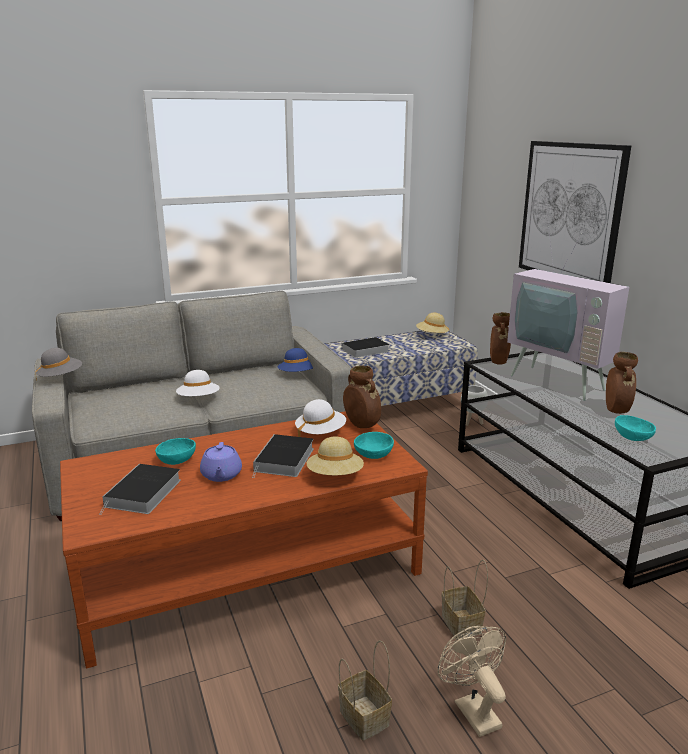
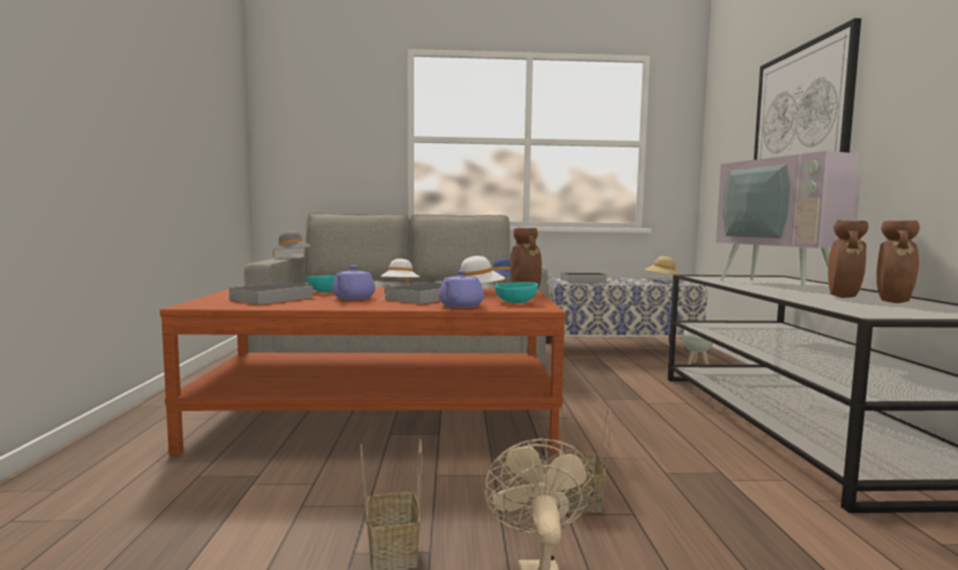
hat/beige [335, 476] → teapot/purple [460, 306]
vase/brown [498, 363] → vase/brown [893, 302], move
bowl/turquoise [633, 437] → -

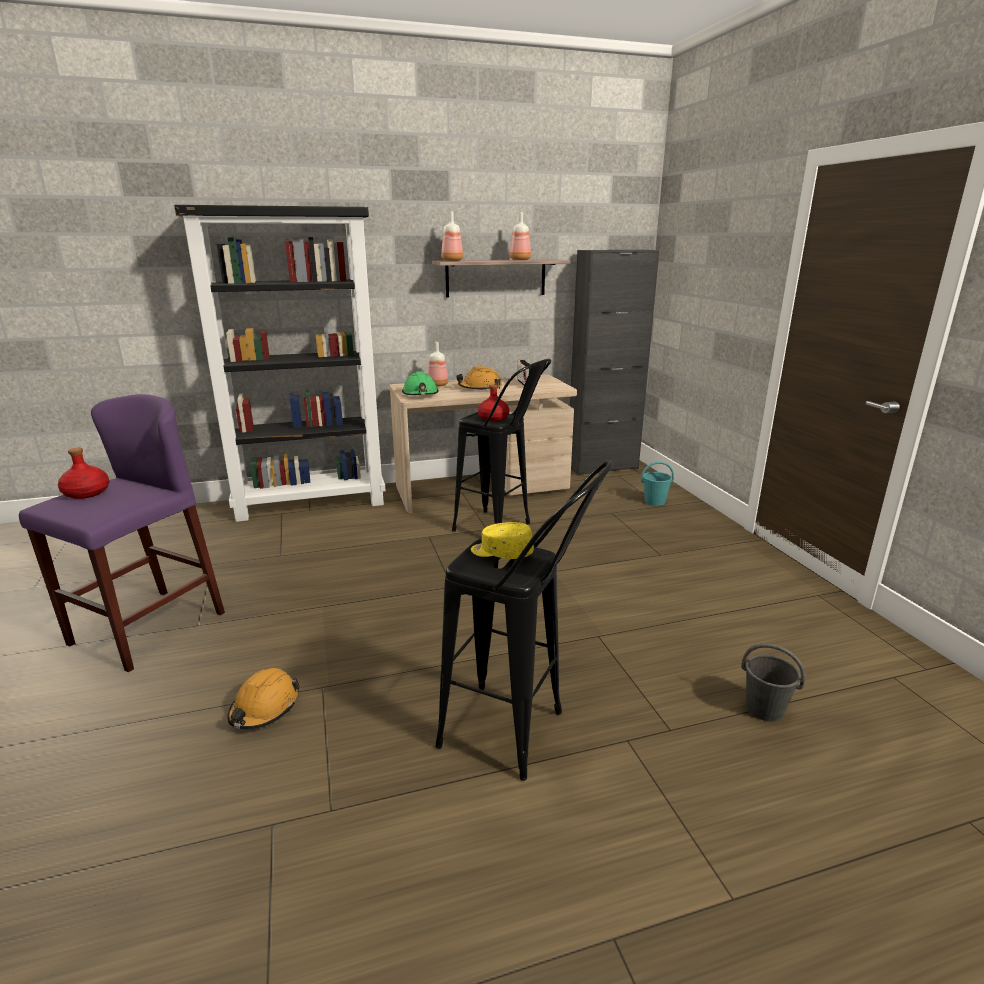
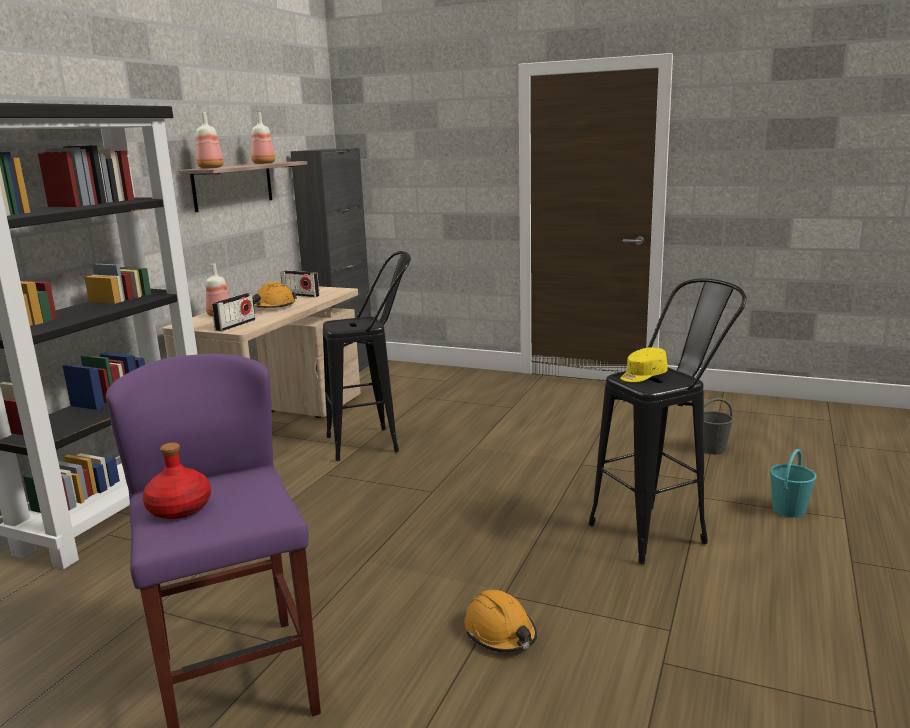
hard hat/green [420, 394] → radio [235, 325]
bottle/red [493, 418] → -
bucket/turquoise [655, 501] → bucket/turquoise [789, 510], move

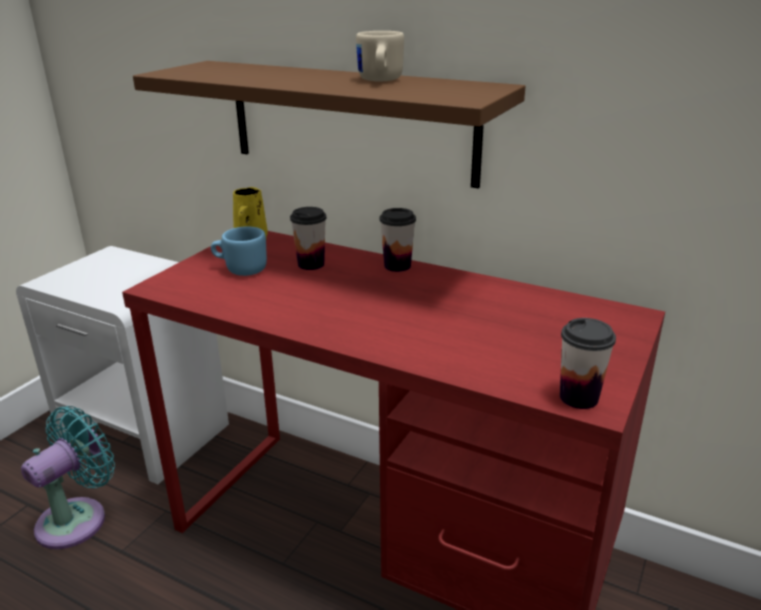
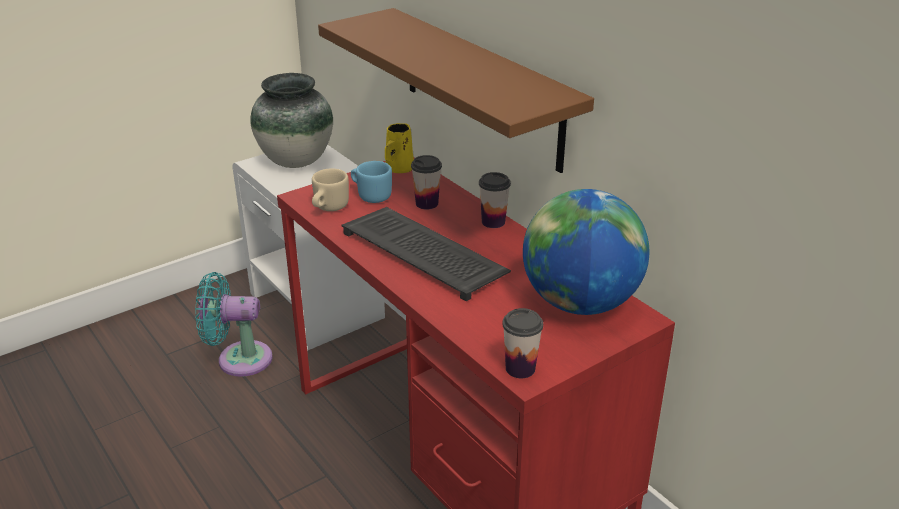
fan/turquoise [78, 518] → fan/turquoise [239, 359], 150 degrees counterclockwise
mug/beige [379, 81] → mug/beige [328, 208], move
- → vase [295, 161]
- → keyboard [426, 253]
- → globe [580, 303]

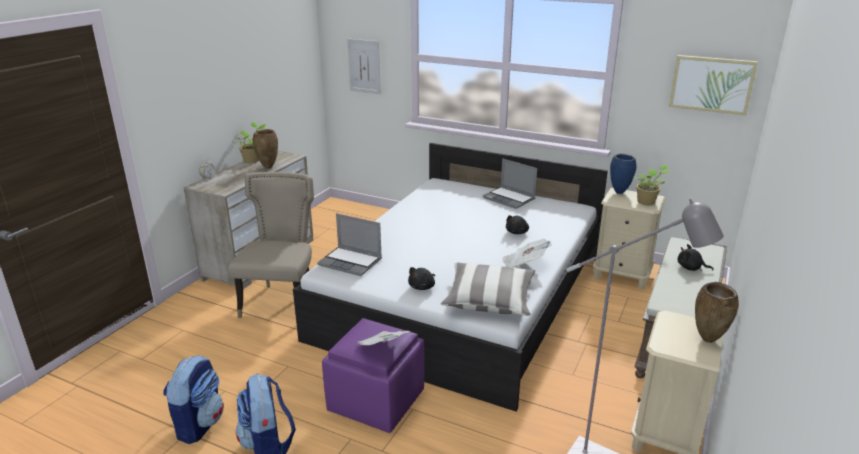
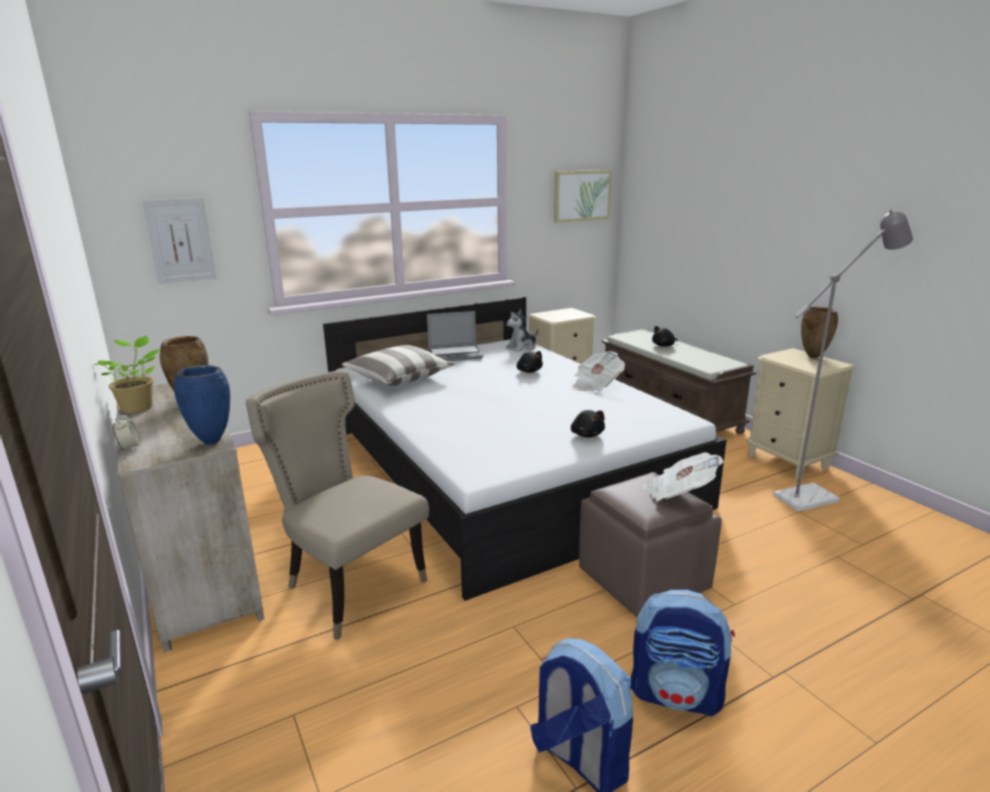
laptop [351, 262] → -
ottoman/purple [377, 400] → ottoman/brown [643, 579]
pillow [489, 300] → pillow [398, 378], move
vase/blue [620, 192] → vase/blue [212, 441], move
potted plant [647, 202] → -
- → plush toy [522, 347]

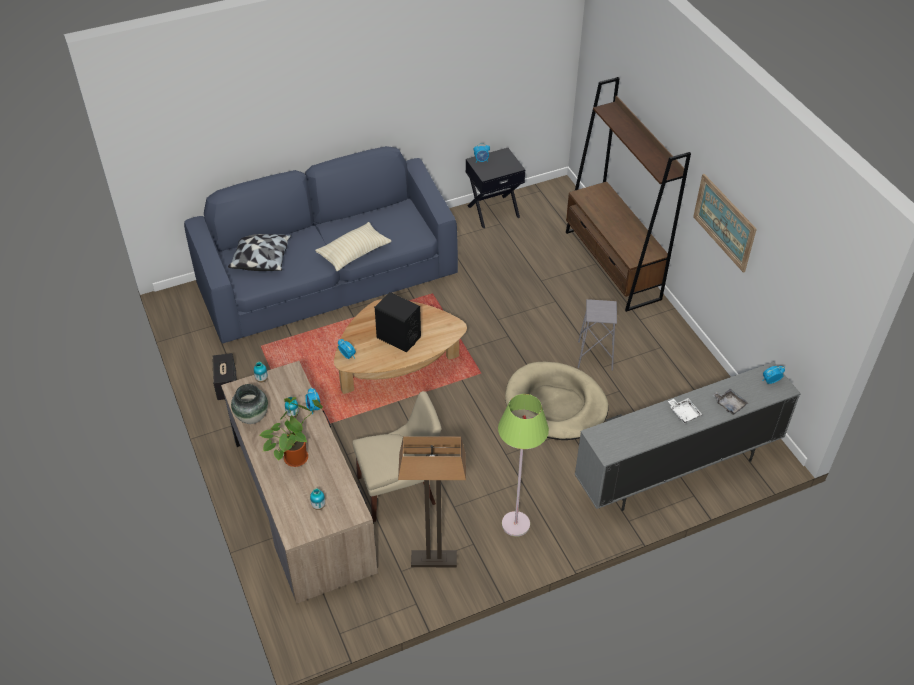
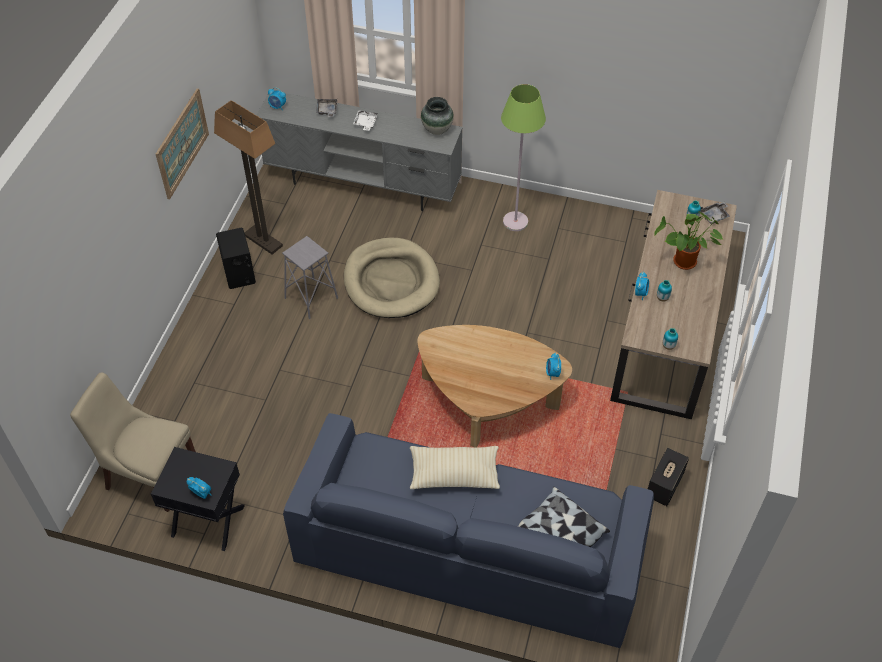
vase [252, 417] → vase [437, 129], move
chair/beige [399, 489] → chair/beige [149, 473], move
speaker/black [398, 337] → speaker/black [239, 273], move
floor lamp [434, 559] → floor lamp [262, 241], move
bookcase/brown [612, 265] → -
- → tray/grey [714, 216]

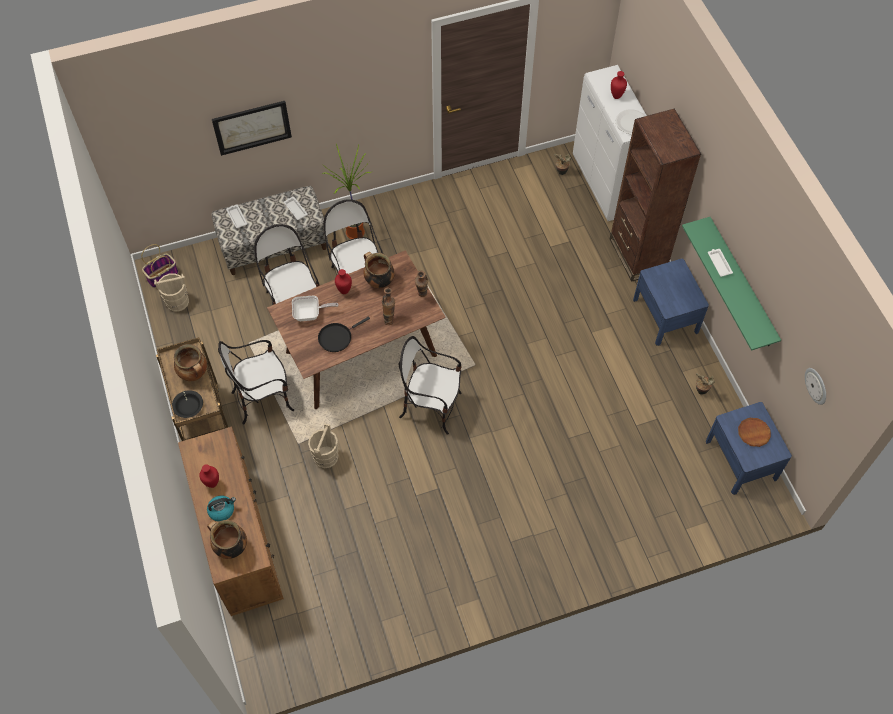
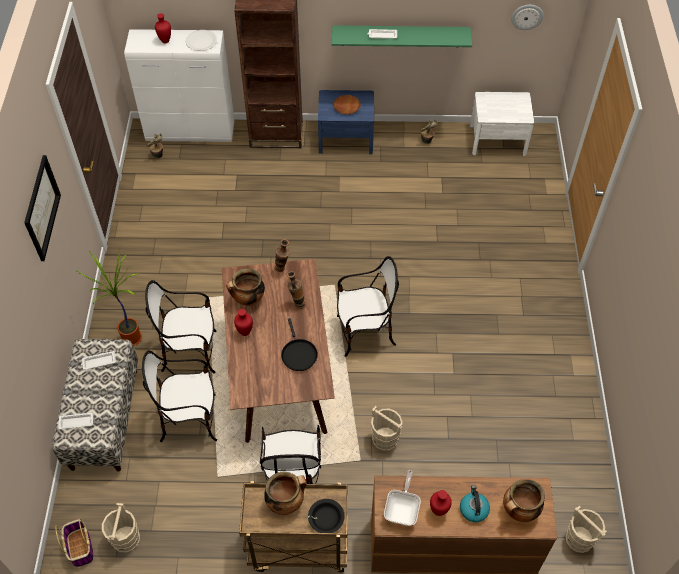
picture [252, 127] → picture [41, 208], move
frying pan [310, 314] → frying pan [402, 509], move
chair [431, 407] → chair [365, 333], 135 degrees counterclockwise
nightstand/blue [741, 460] → nightstand/white [497, 140]
plate/brown [753, 433] → plate/brown [346, 106], move
- → bucket/beige [579, 539]

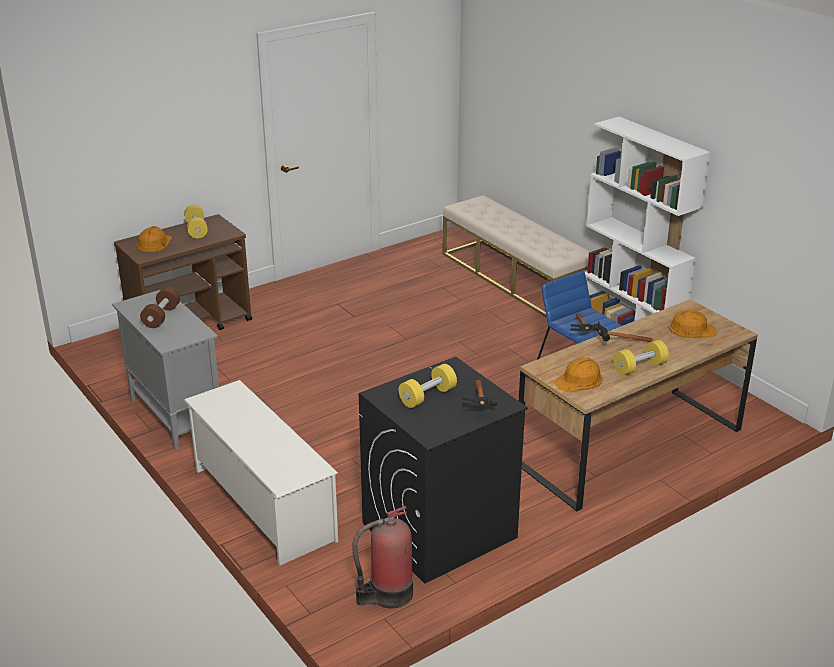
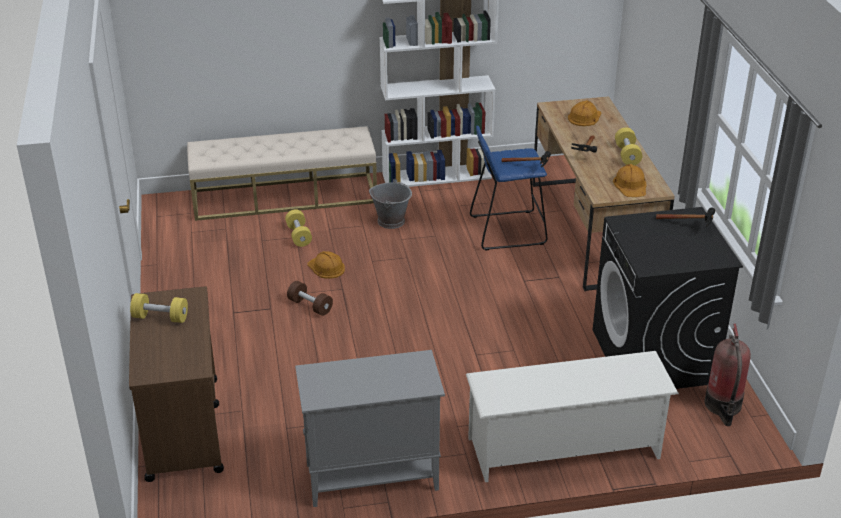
hard hat/orange [154, 243] → hard hat/orange [326, 267], move
dumbbell/brown [161, 317] → dumbbell/brown [310, 306], move
dumbbell/yellow [427, 396] → dumbbell/yellow [299, 235], move
- → bucket/grey [391, 221]

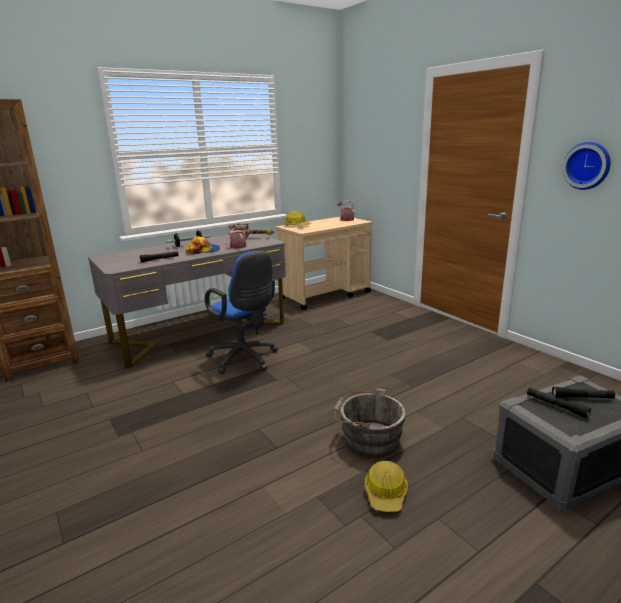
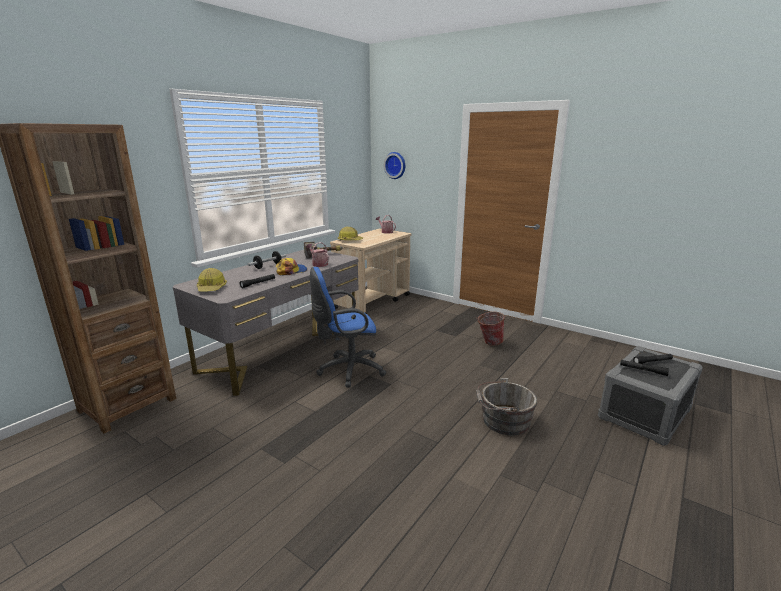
office chair/blue [245, 360] → office chair/blue [347, 370], 135 degrees clockwise
hard hat [386, 494] → hard hat [212, 288], move
wall clock [587, 165] → wall clock [395, 165], move
- → bucket [489, 342]

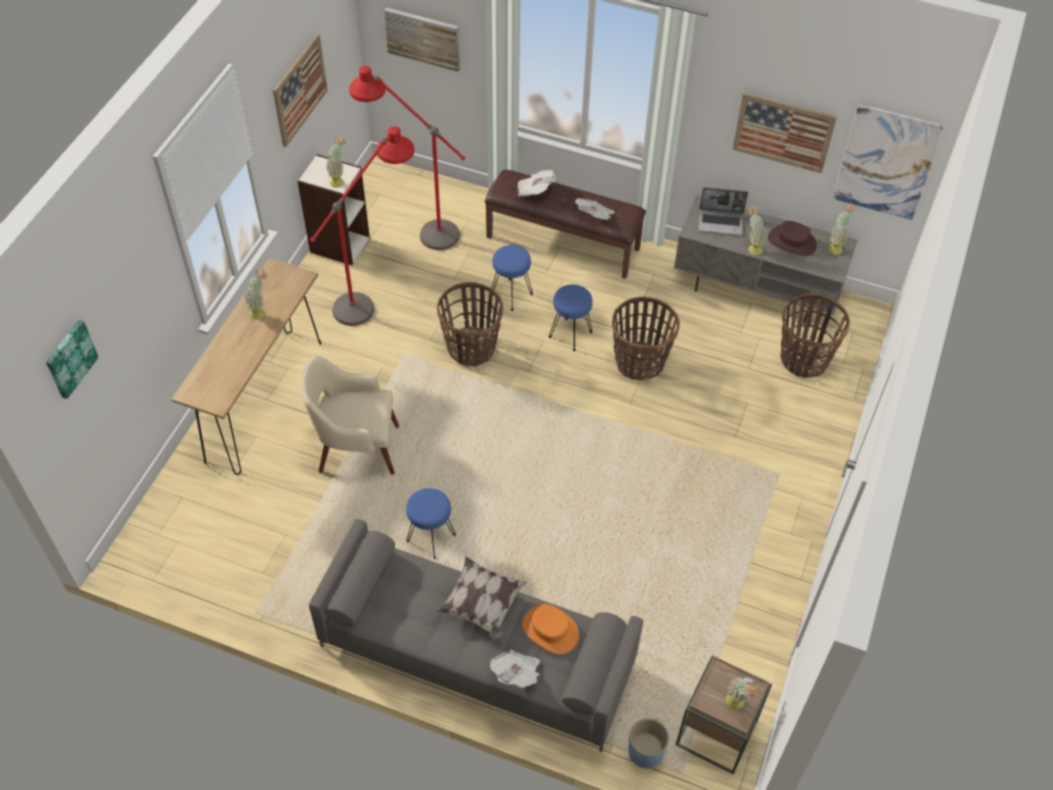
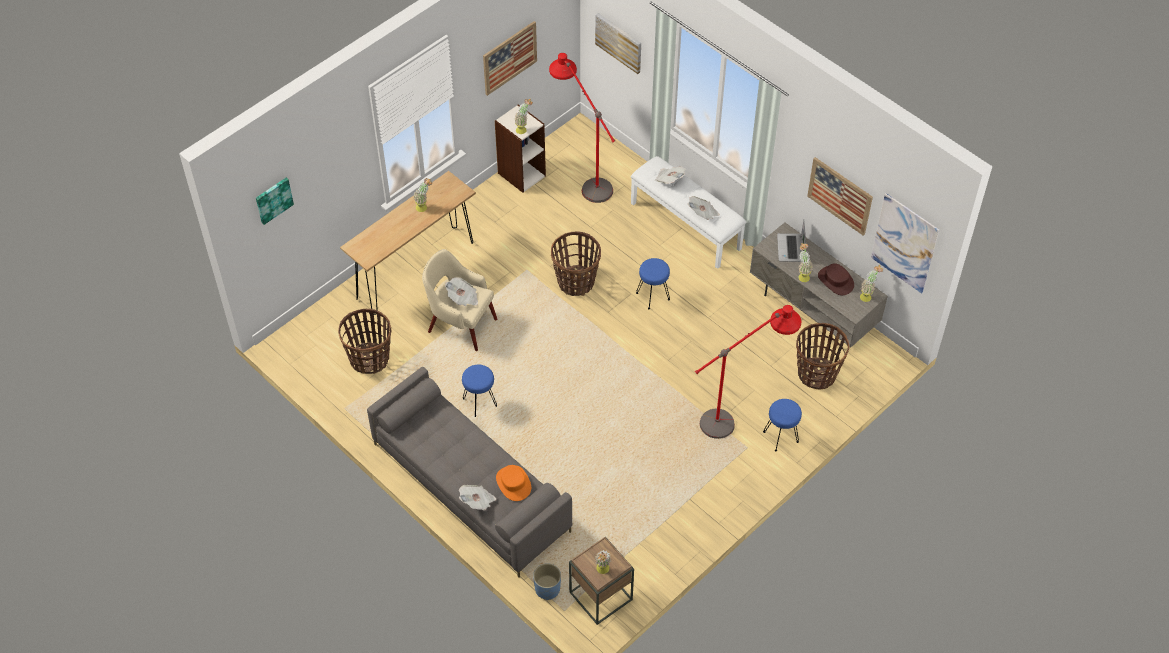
floor lamp/red [375, 293] → floor lamp/red [739, 416], move
pillow [482, 605] → -
bench/brown [563, 242] → bench/white [686, 226]
stool/blue [511, 294] → stool/blue [781, 436], move
basket [640, 362] → basket [369, 359], move
laptop [721, 222] → laptop [791, 249], 60 degrees clockwise
- → newspaper [463, 298]

